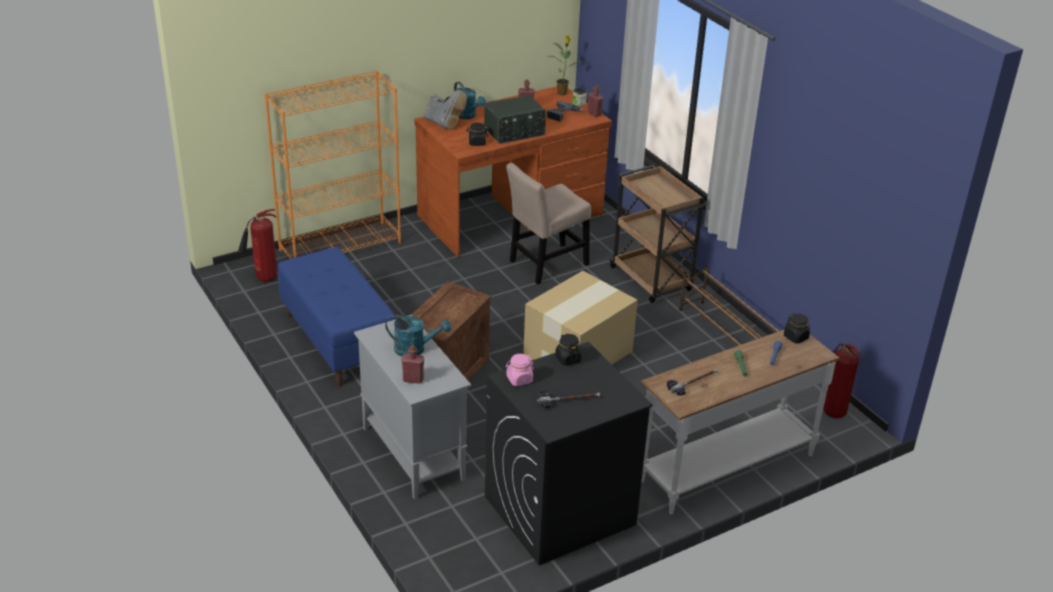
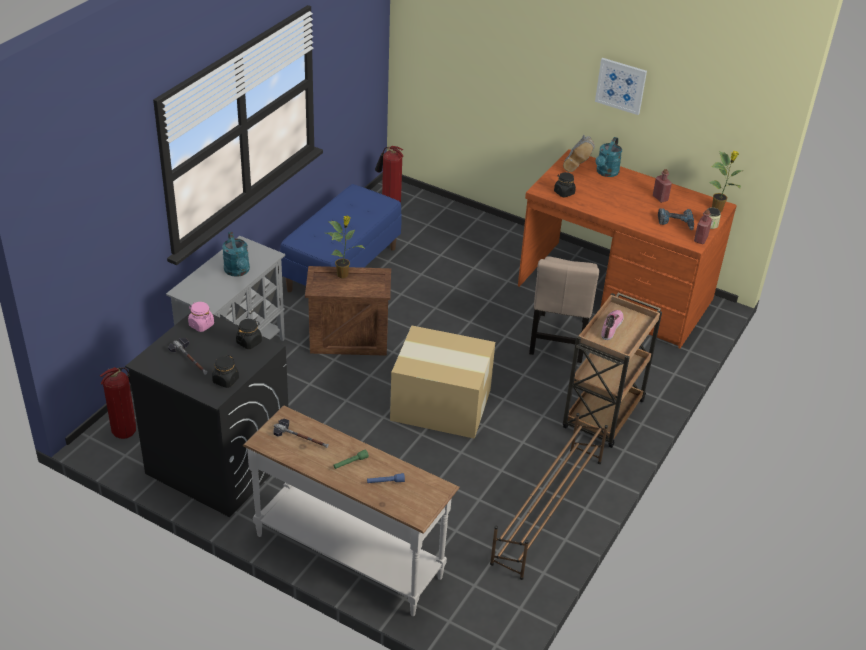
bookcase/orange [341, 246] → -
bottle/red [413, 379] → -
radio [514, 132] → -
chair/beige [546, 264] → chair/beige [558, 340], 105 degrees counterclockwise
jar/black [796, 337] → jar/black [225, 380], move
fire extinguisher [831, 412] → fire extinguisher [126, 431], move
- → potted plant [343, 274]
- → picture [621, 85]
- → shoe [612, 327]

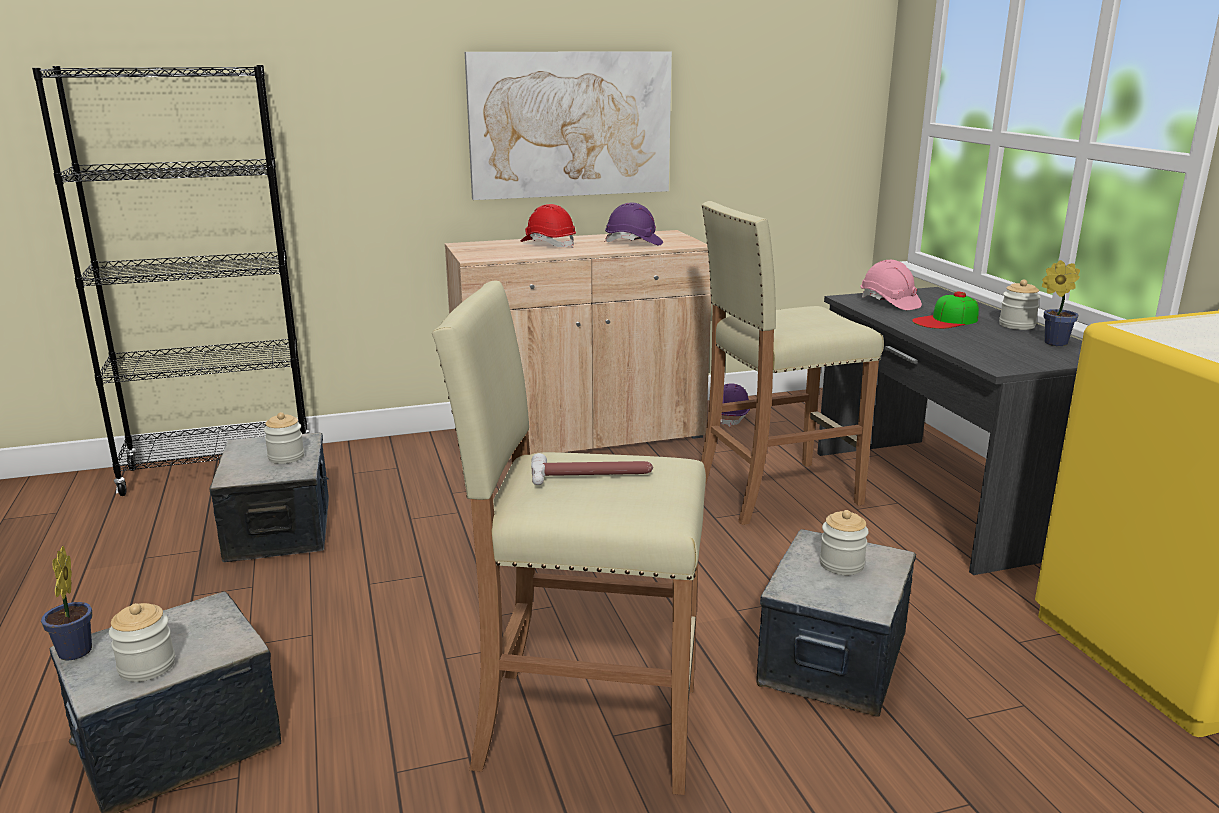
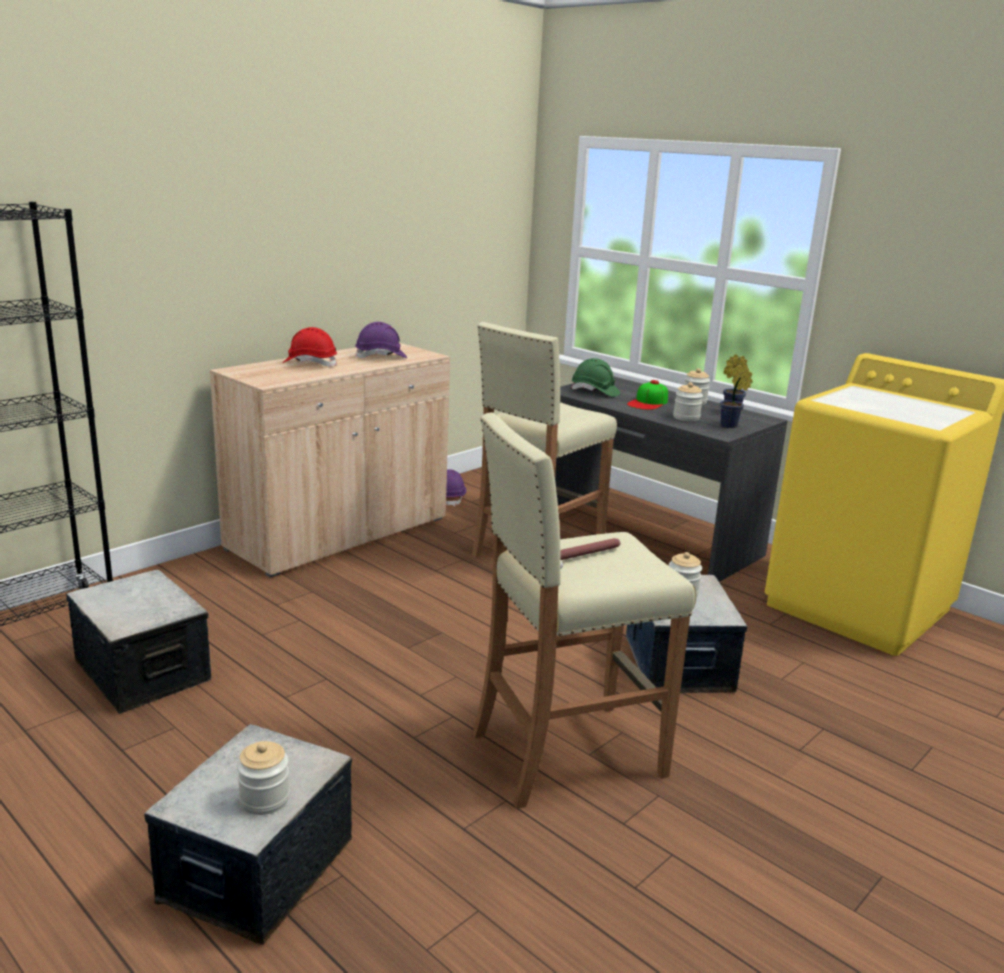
potted plant [74, 654] → potted plant [730, 426], move
jar [286, 457] → jar [686, 418], move
picture [570, 124] → -
hard hat/pink [889, 303] → hard hat/green [594, 392]

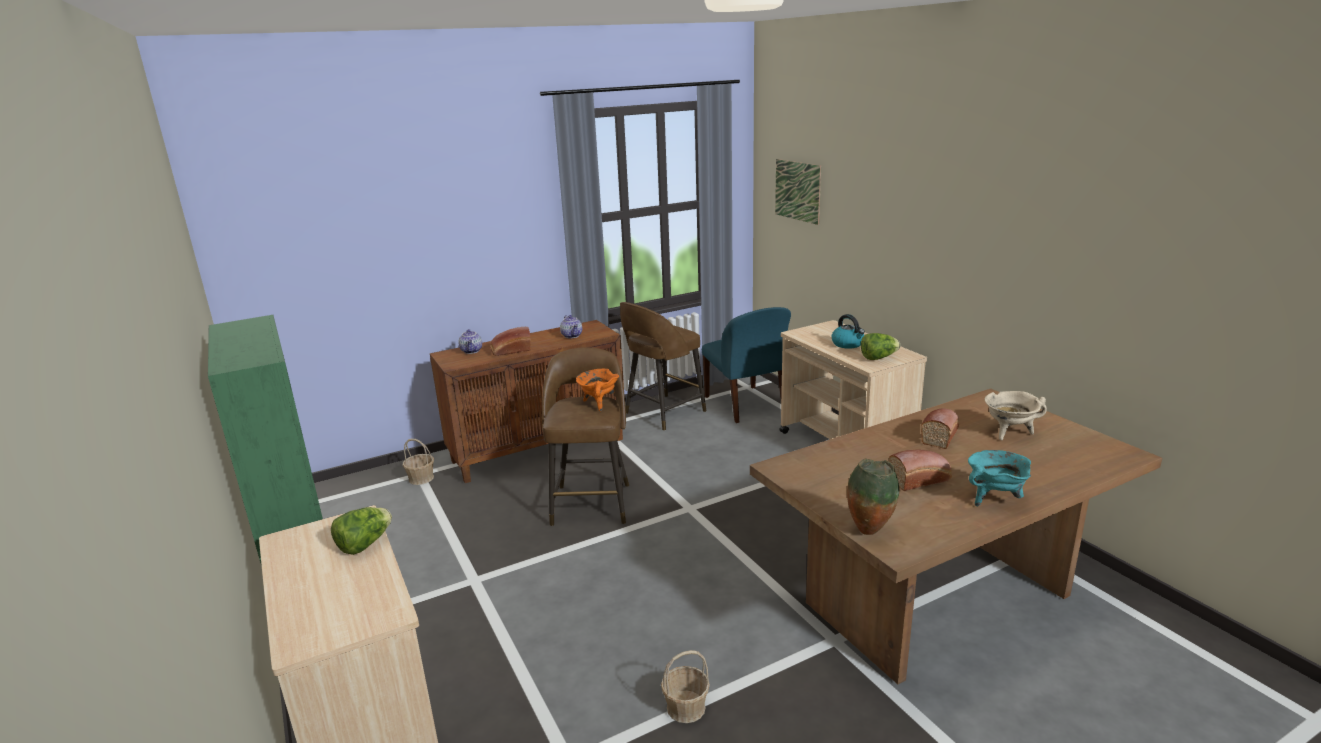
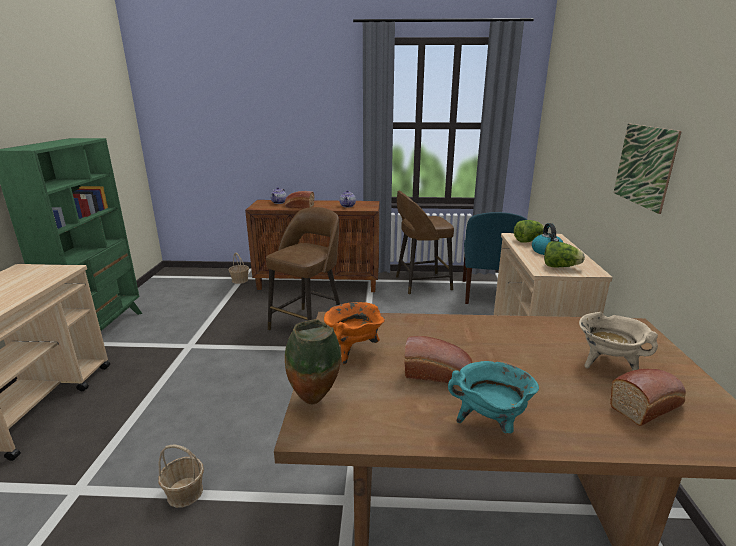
lettuce [365, 544] → lettuce [528, 241], move
cooking pot/orange [598, 403] → cooking pot/orange [354, 350], move
picture [797, 191] → picture [644, 165], move
bread [940, 436] → bread [647, 406], move

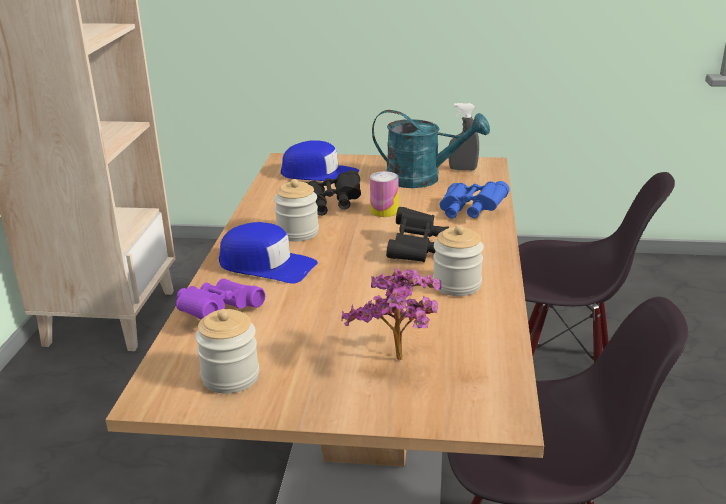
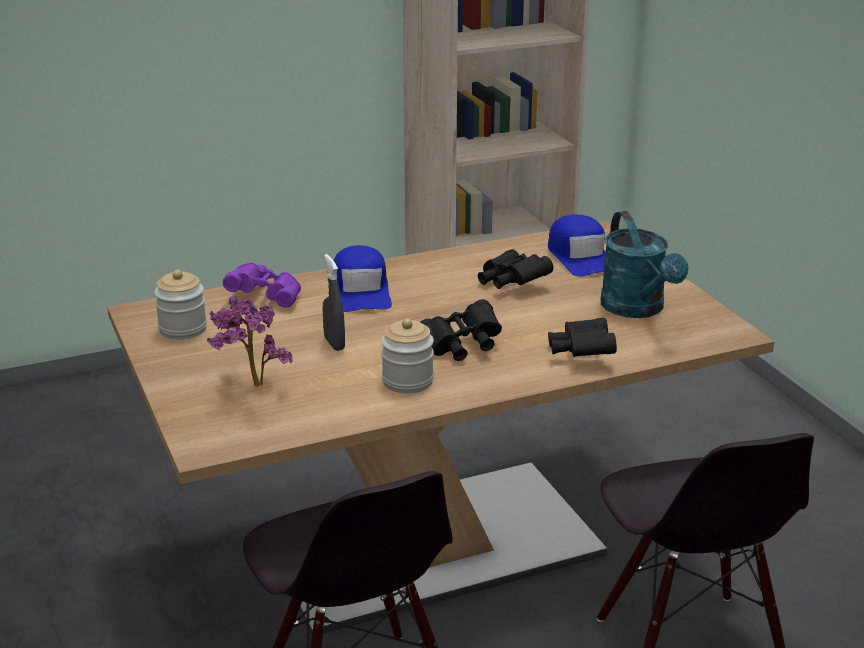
jar [297, 233] → -
can [384, 211] → -
binoculars/blue [470, 212] → binoculars/black [581, 353]
spray bottle/grey [463, 169] → spray bottle/grey [334, 344], move

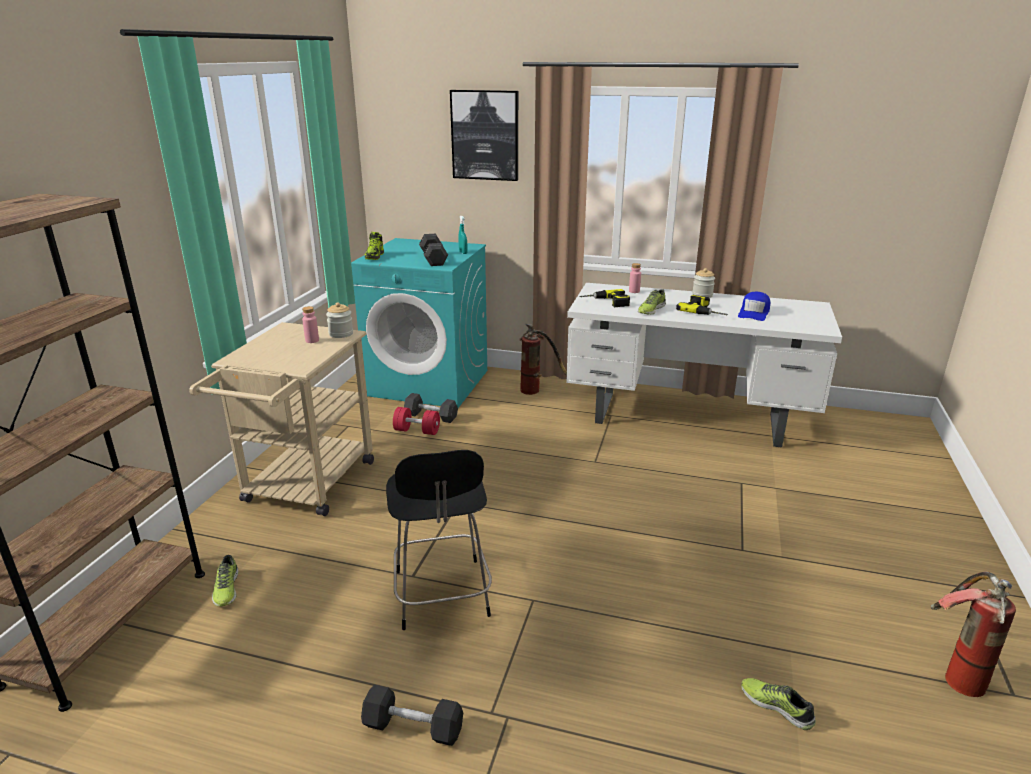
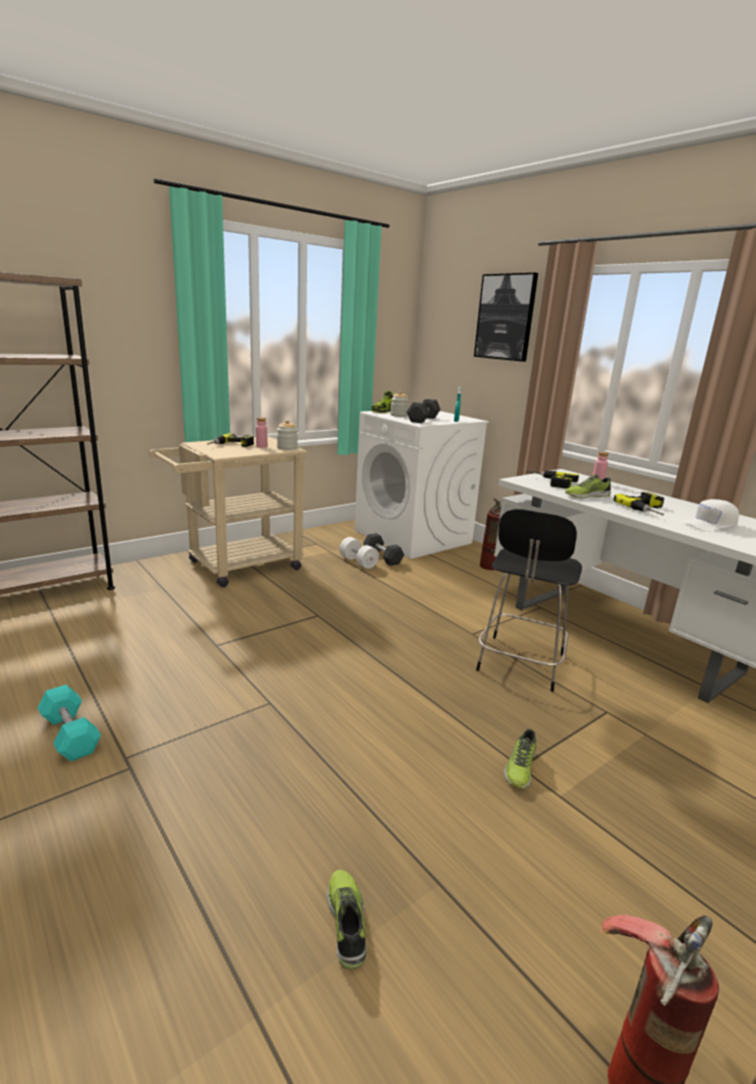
shoe [226, 589] → shoe [519, 767], move
washing machine/turquoise [429, 383] → washing machine/white [413, 537]
dumbbell/black [413, 727] → dumbbell/turquoise [70, 734]
chair/black [442, 596] → chair/black [520, 664], move
dumbbell/red [417, 431] → dumbbell/white [358, 562]
jar [702, 295] → jar [398, 415], move
cap/blue [754, 313] → cap/white [710, 524]
- → power drill [231, 445]

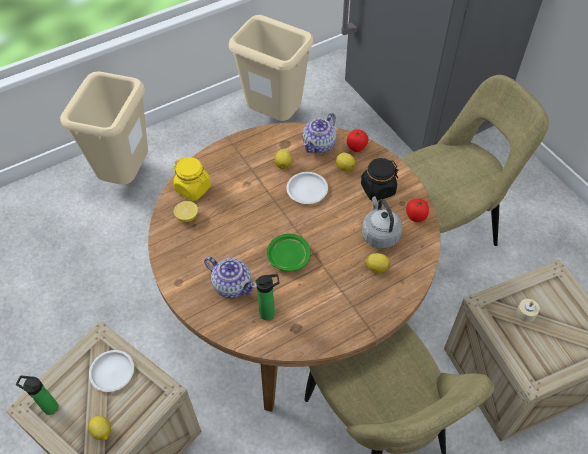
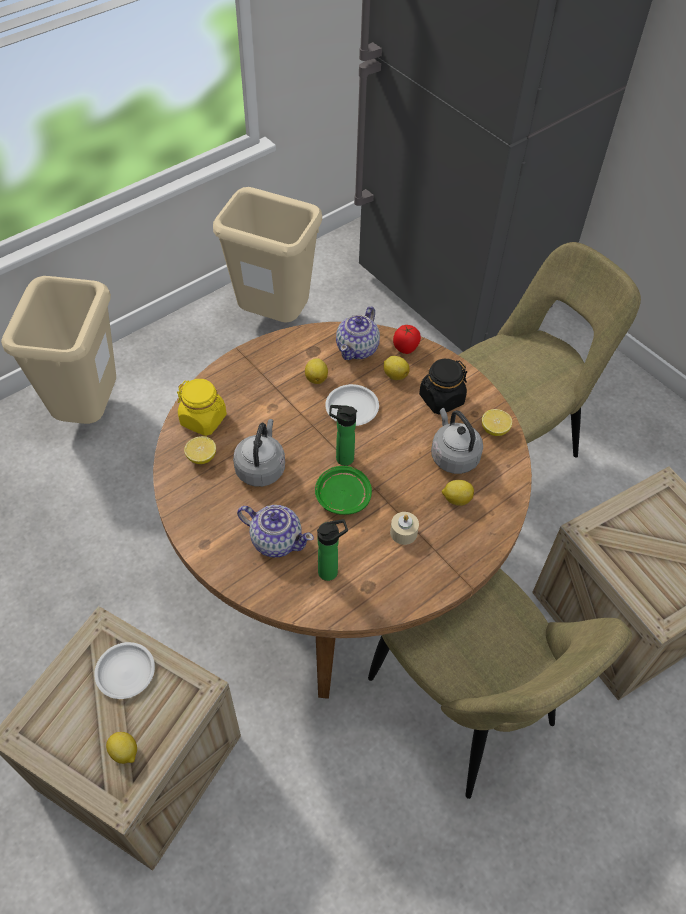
bottle [48, 407] → bottle [341, 458], move
tomato [416, 217] → lemon [494, 429]
candle/beige [525, 313] → candle/beige [403, 532], move
- → kettle/grey [261, 467]

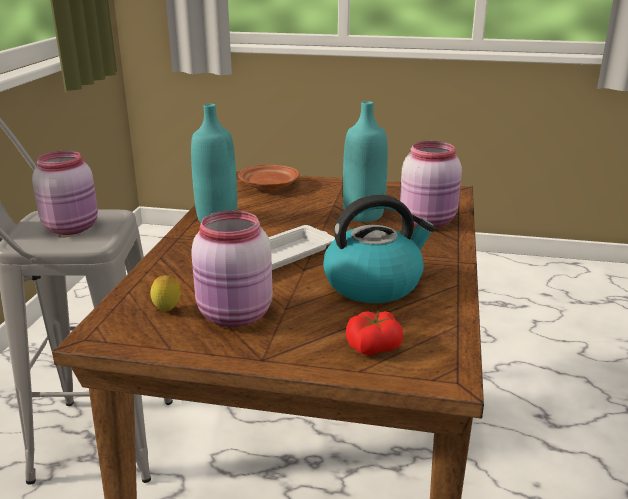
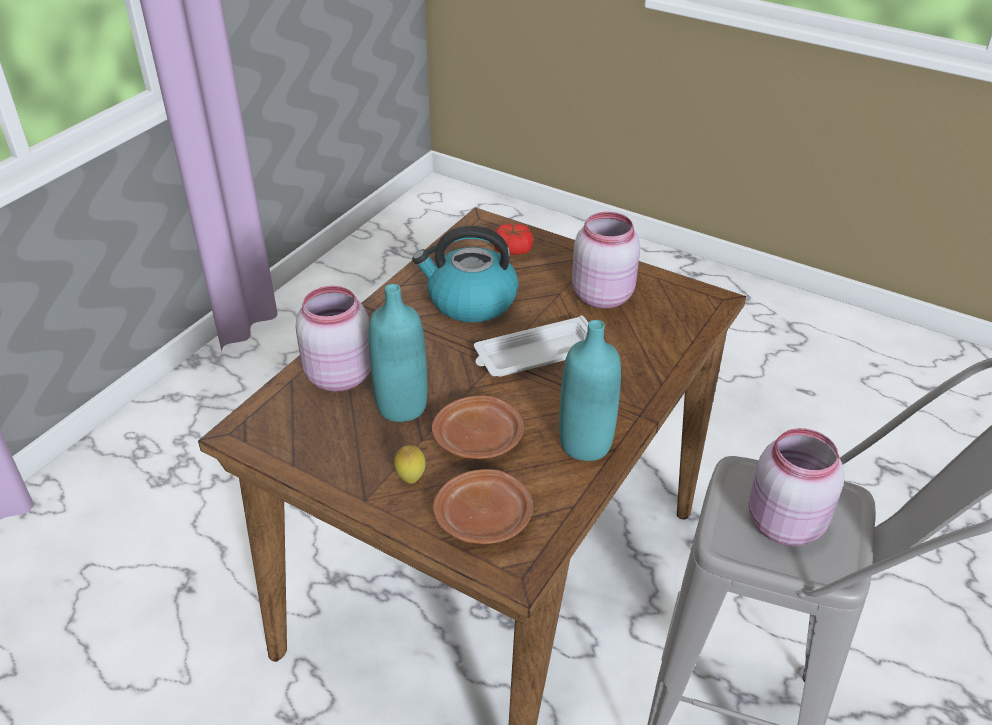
lemon [167, 311] → lemon [411, 478], move
- → plate/brown [479, 439]

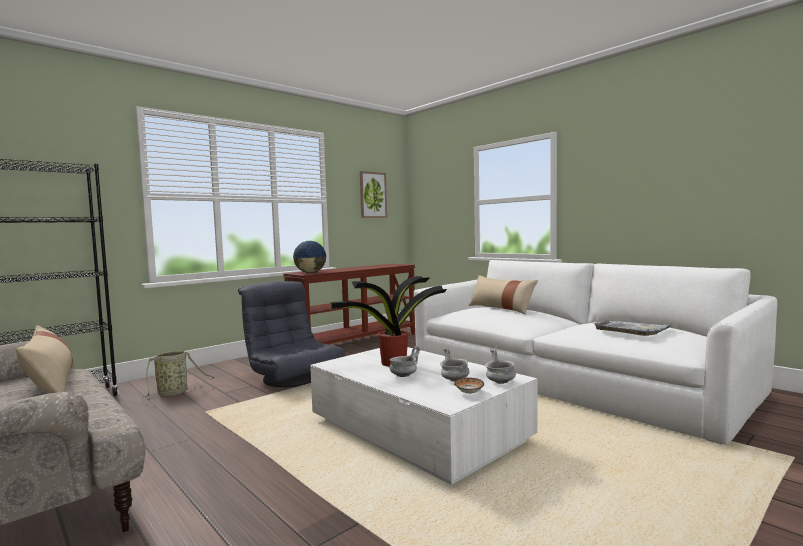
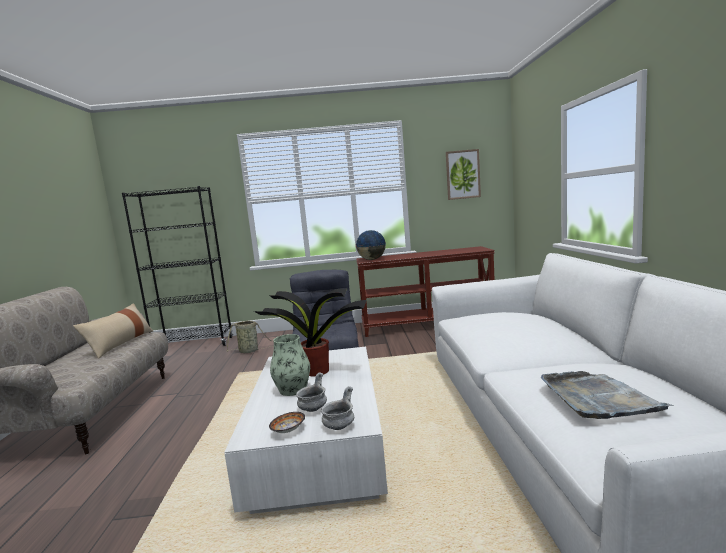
bowl/grey [404, 375] → vase [293, 389]
pillow/beige [501, 308] → -

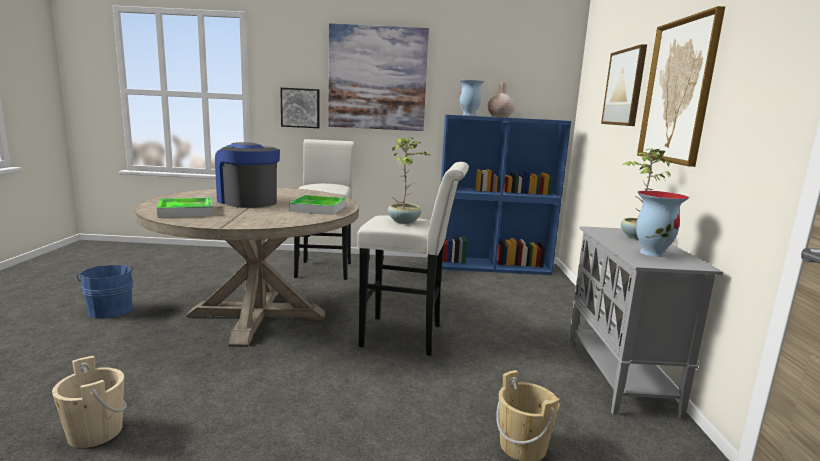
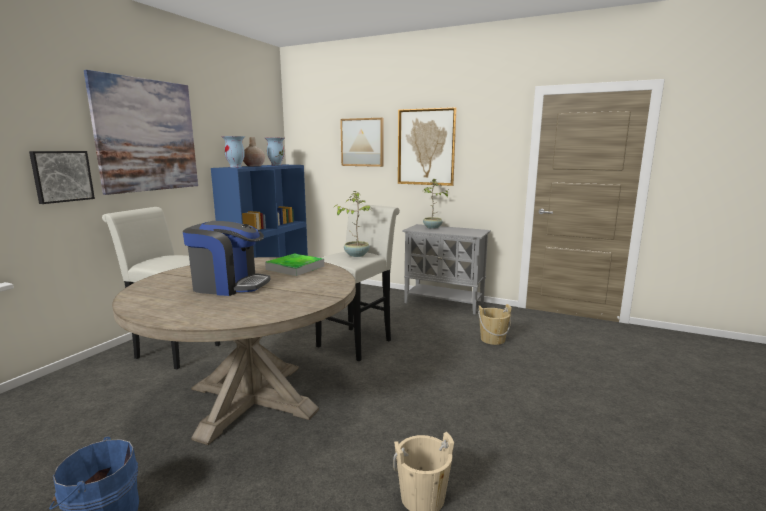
tray [186, 211] → -
coffee machine [247, 201] → coffee machine [229, 285], 150 degrees counterclockwise
vase [652, 253] → vase [276, 165], move

